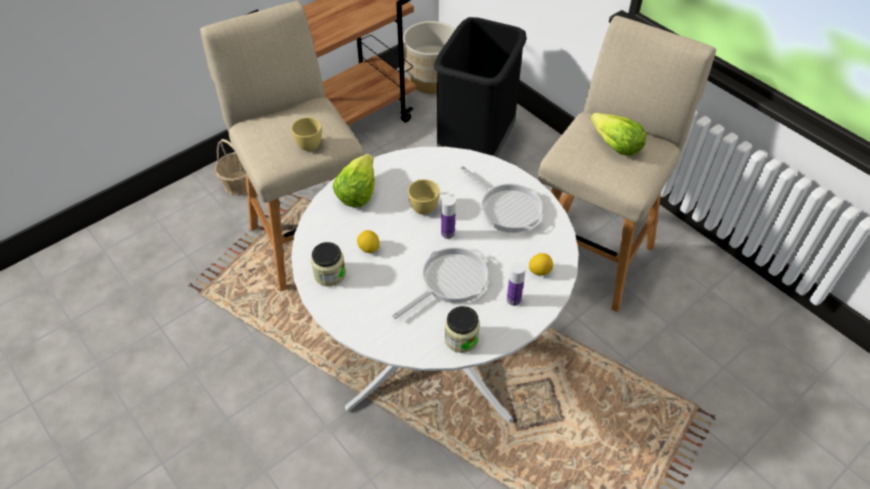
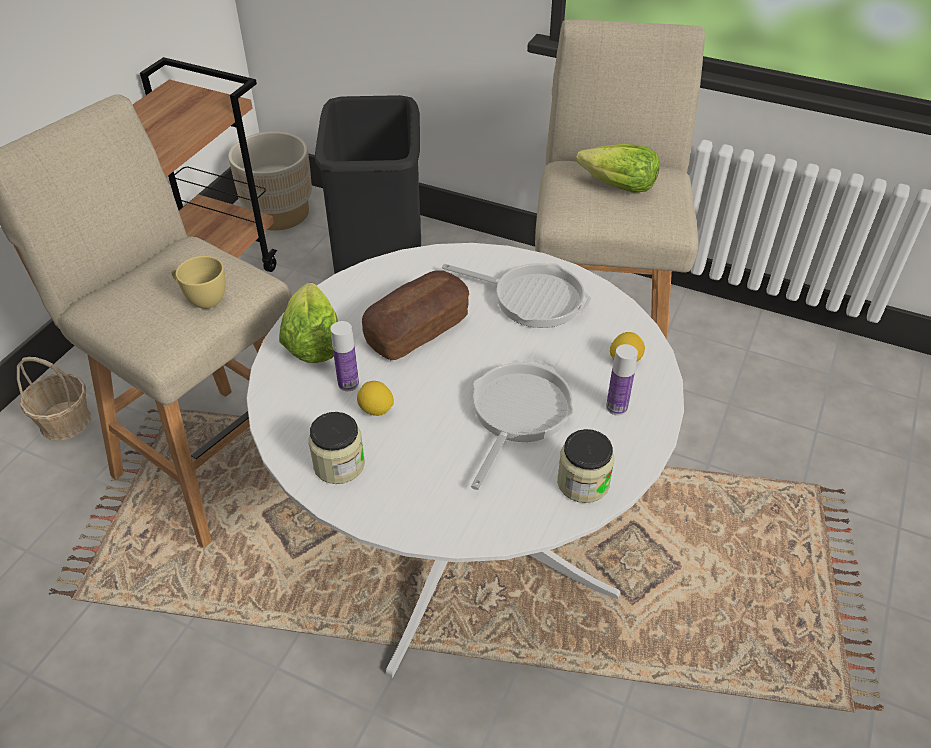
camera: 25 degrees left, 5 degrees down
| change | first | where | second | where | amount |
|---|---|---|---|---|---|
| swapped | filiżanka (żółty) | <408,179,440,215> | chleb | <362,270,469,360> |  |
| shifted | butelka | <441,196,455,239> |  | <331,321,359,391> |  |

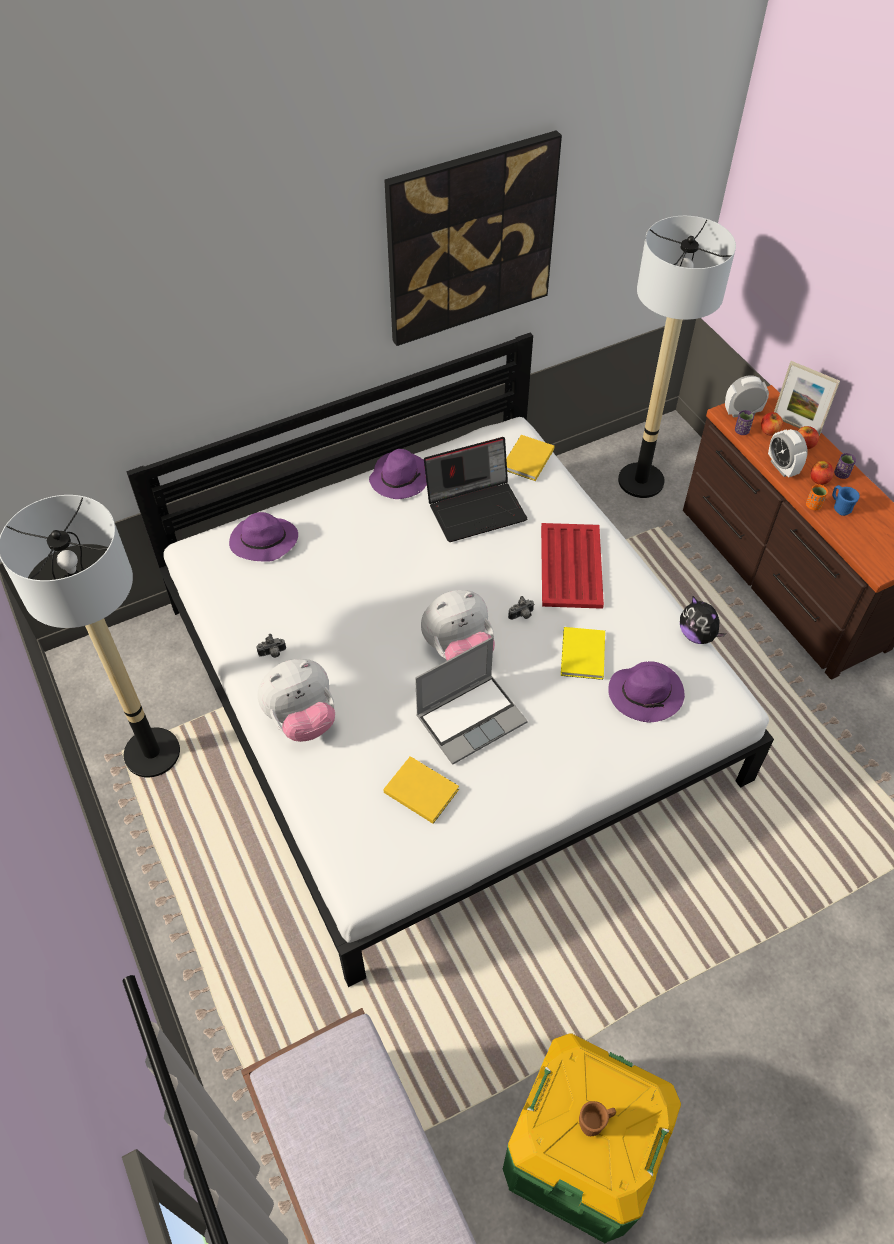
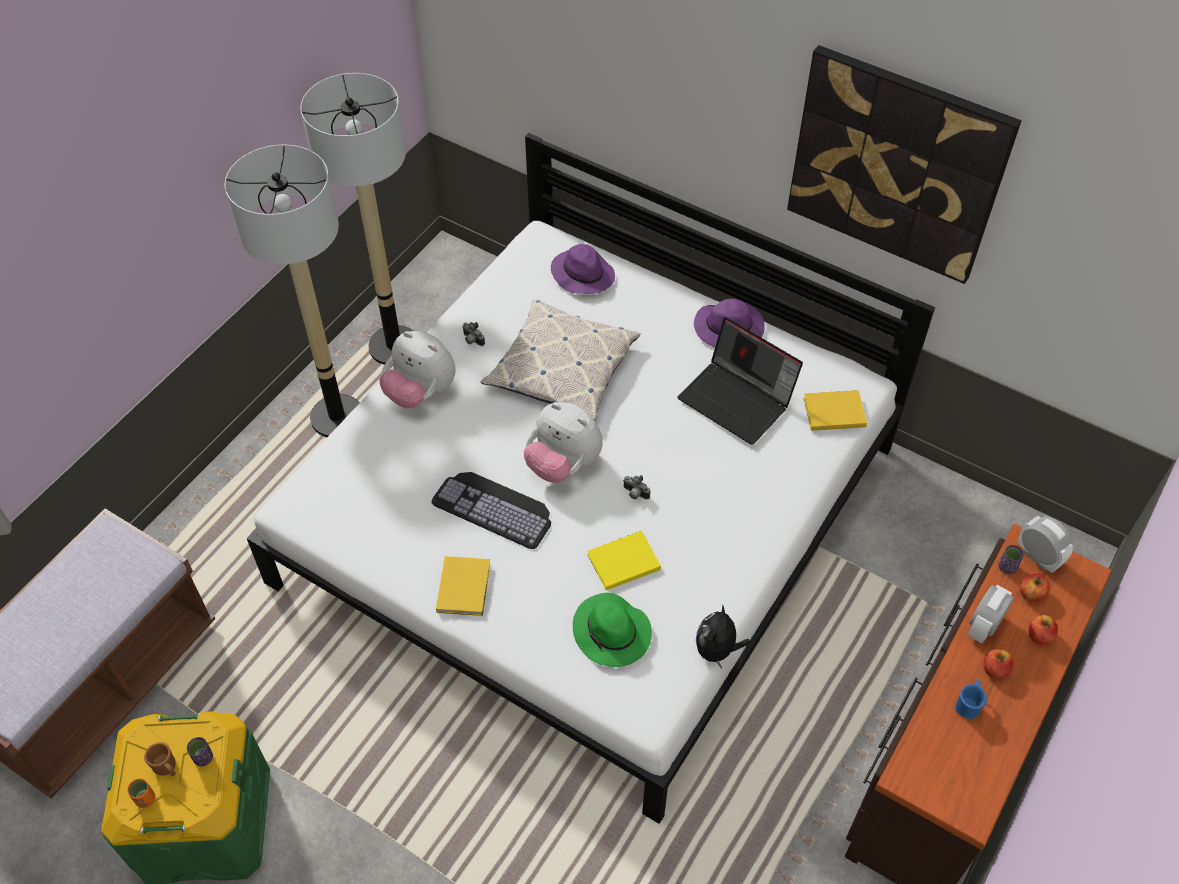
camera: 60 degrees right, 0 degrees up
| change | first | where | second | where | amount |
|---|---|---|---|---|---|
| shifted | lampa stojąca | <618,216,736,498> |  | <225,145,359,437> |  |
| gone | ramka na zdjęcie | <774,361,840,436> |  |  |  |
| shifted | filiżanka (fioletowy) | <834,453,856,479> |  | <187,737,213,766> |  |
| shifted | filiżanka (pomarańczowy) | <806,484,828,510> |  | <127,778,155,808> |  |
| gone | taca (czerwony) | <541,523,604,609> |  |  |  |
| swapped | laptop | <415,637,528,765> | klawiatura | <431,472,551,549> |  |
| repainted | kapelusz (fioletowy) | <608,661,685,722> | kapelusz (zielony) | <573,593,652,667> |  |
| shifted | książka (żółty) | <383,756,459,824> |  | <436,556,490,616> |  |
| new |  |  | poduszka | <481,299,641,421> |  |

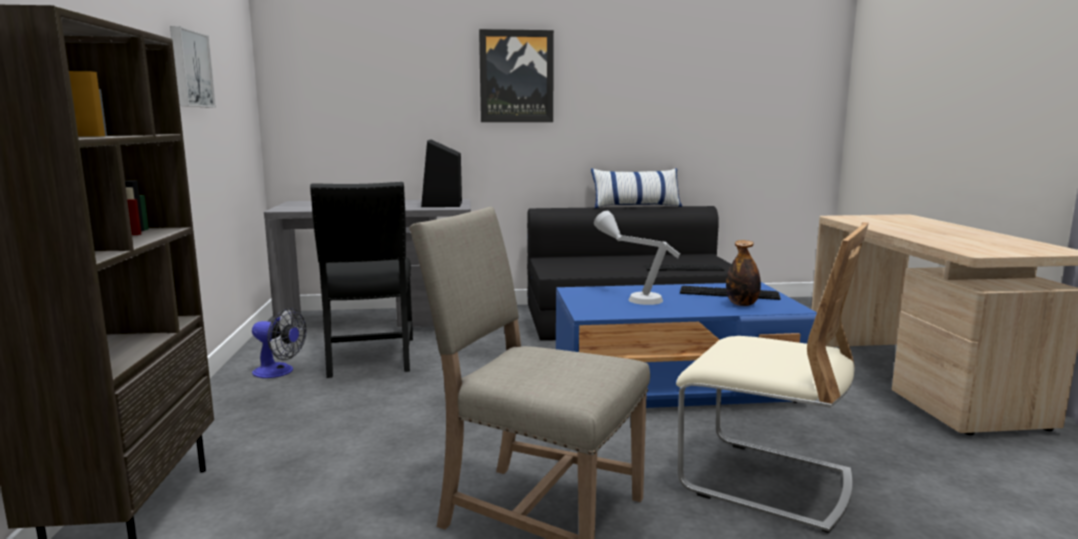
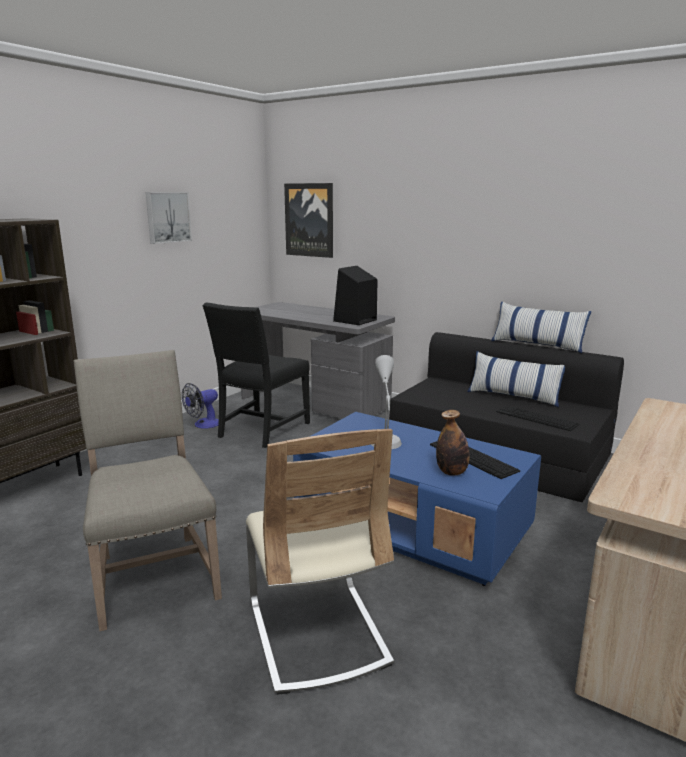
camera: 40 degrees right, 5 degrees up
| change | first | where | second | where | amount |
|---|---|---|---|---|---|
| shifted | obraz | <479,29,554,122> |  | <284,183,333,258> |  |
| rotated | wentylator | <252,308,306,378> |  | <182,383,219,429> | 75 degrees clockwise |
| new |  |  | poduszka | <467,351,565,407> |  |

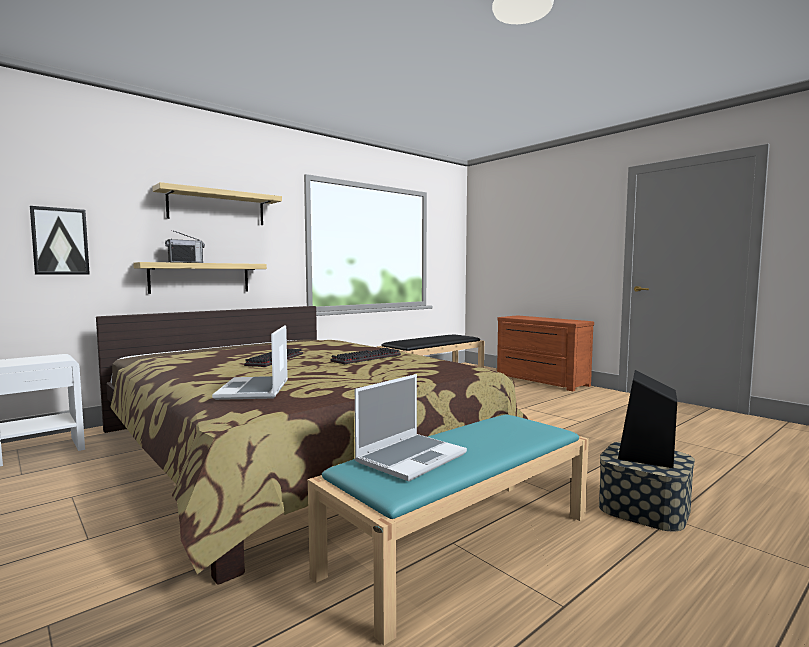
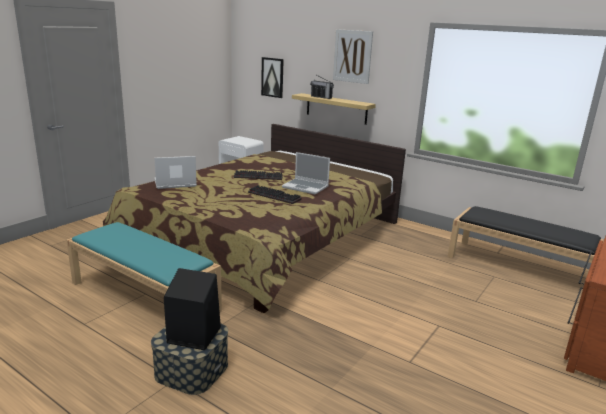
camera: 75 degrees right, 15 degrees up
| change | first | where | second | where | amount |
|---|---|---|---|---|---|
| swapped | półka | <152,182,282,225> | obraz | <333,29,373,84> |  |
| shifted | laptop | <355,374,467,481> |  | <282,152,330,194> |  |

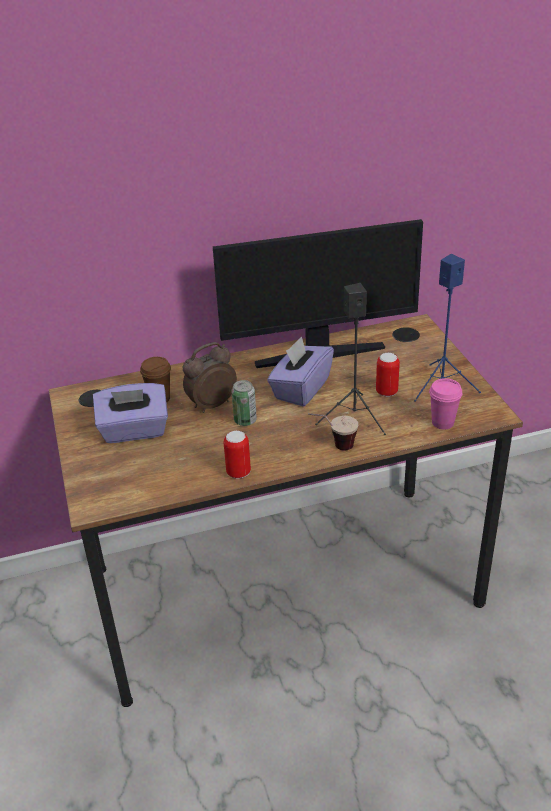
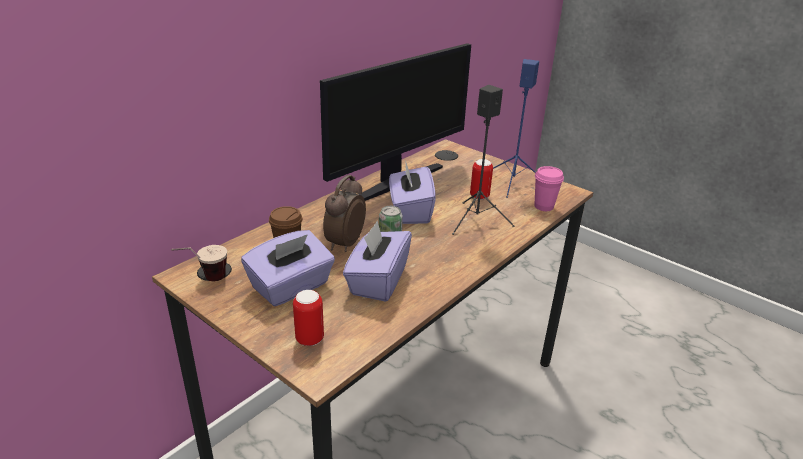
camera: 35 degrees left, 5 degrees down
| change | first | where | second | where | amount |
|---|---|---|---|---|---|
| shifted | filiżanka | <308,413,358,450> |  | <171,245,227,281> |  |
| shifted | puszka | <224,431,251,479> |  | <293,290,324,346> |  |
| new |  |  | pudełko chusteczek (fioletowy) | <343,221,412,302> |  |

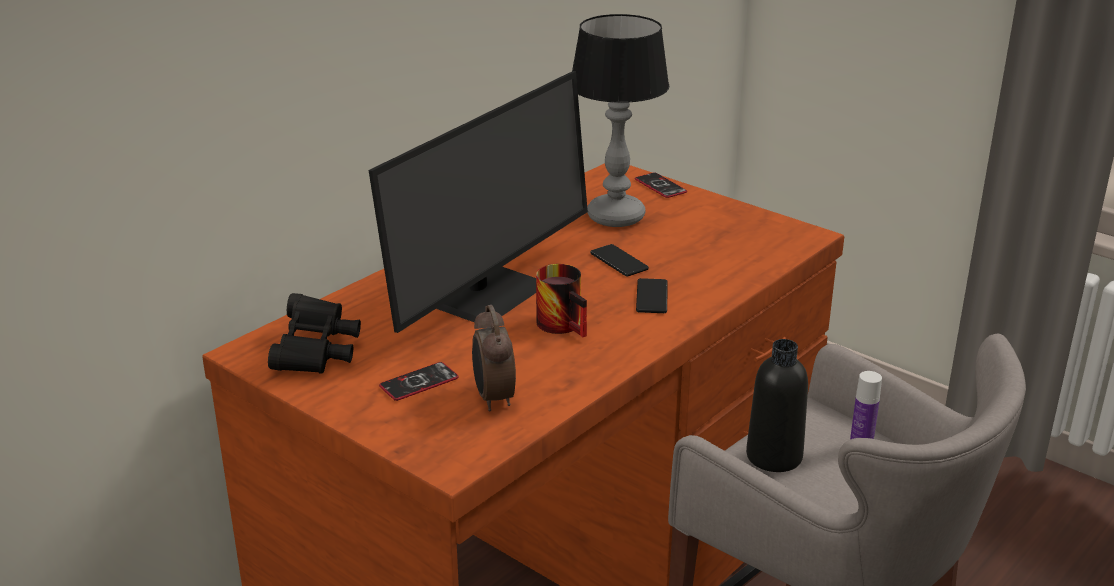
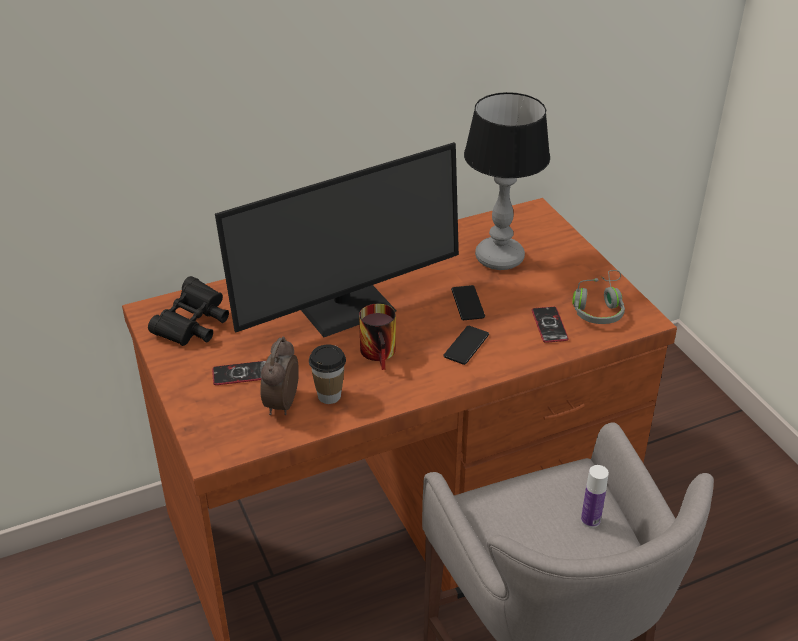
camera: 25 degrees right, 10 degrees up
| change | first | where | second | where | amount |
|---|---|---|---|---|---|
| shifted | telefon | <635,172,687,198> |  | <532,307,569,343> |  |
| gone | butelka (czarny) | <746,339,808,472> |  |  |  |
| new |  |  | słuchawki (szary) | <572,270,625,324> |  |
| new |  |  | filiżanka | <309,345,346,404> |  |

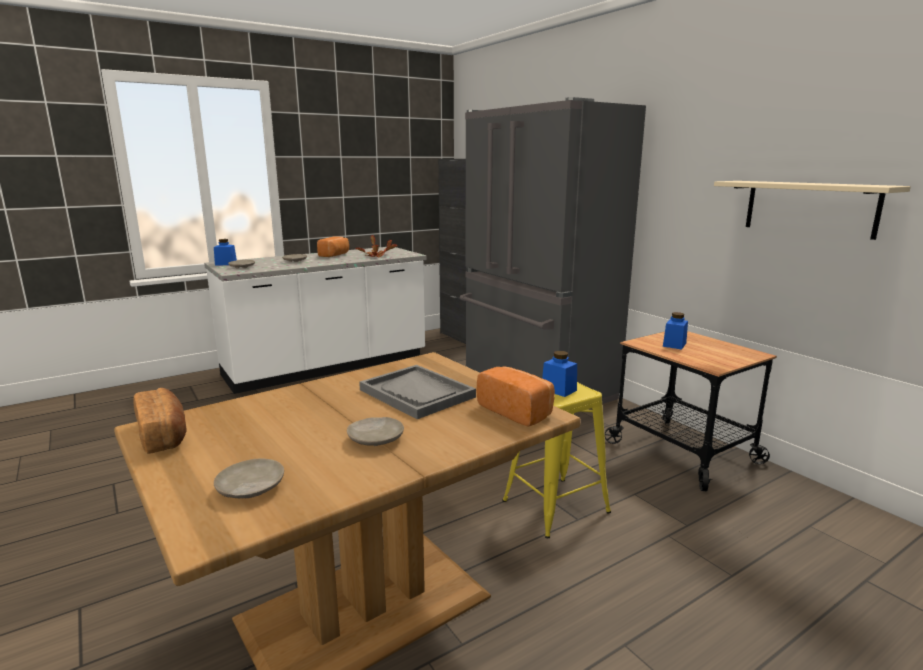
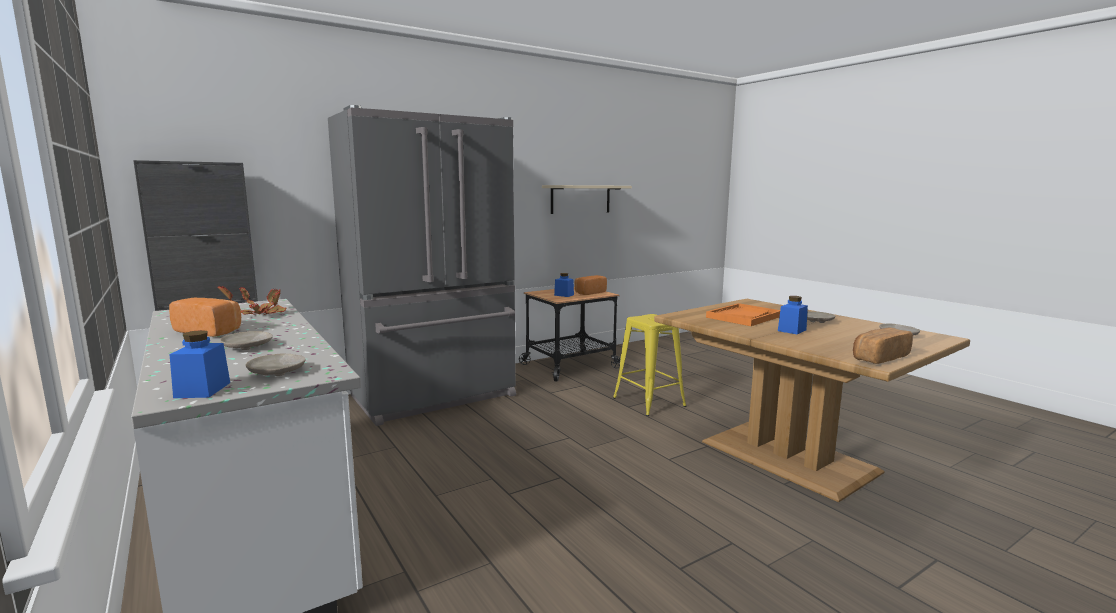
camera: 90 degrees left, 5 degrees down
| change | first | where | second | where | amount |
|---|---|---|---|---|---|
| shifted | słoik (niebieski) | <542,351,577,397> |  | <778,296,808,334> |  |
| repainted | taca (szary) | <359,365,476,419> | taca (pomarańczowy) | <706,303,780,326> |  |
| shifted | chleb | <476,366,555,427> |  | <574,275,607,295> |  |

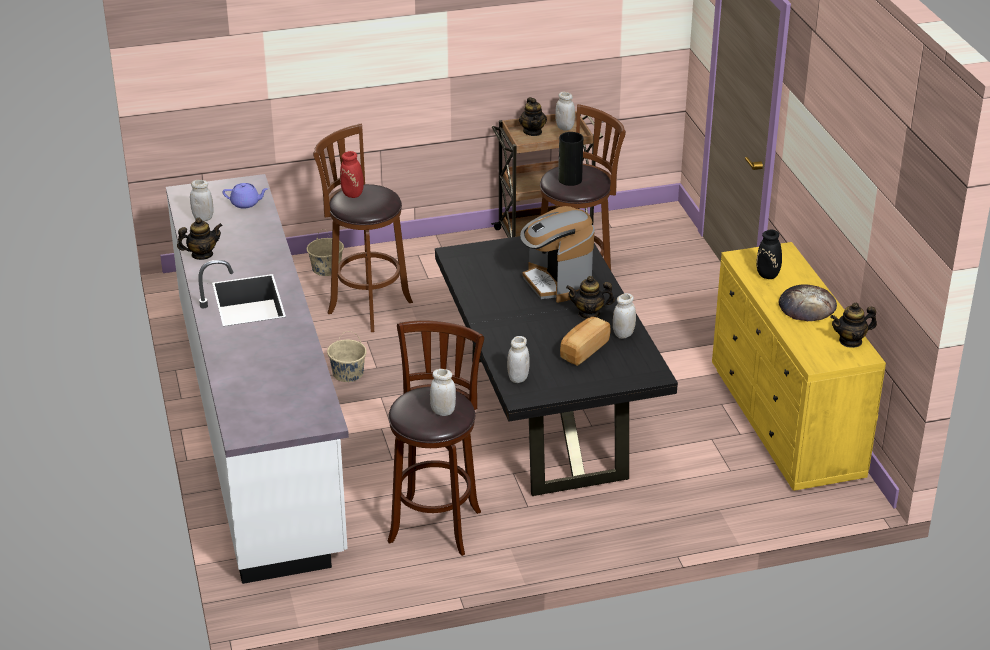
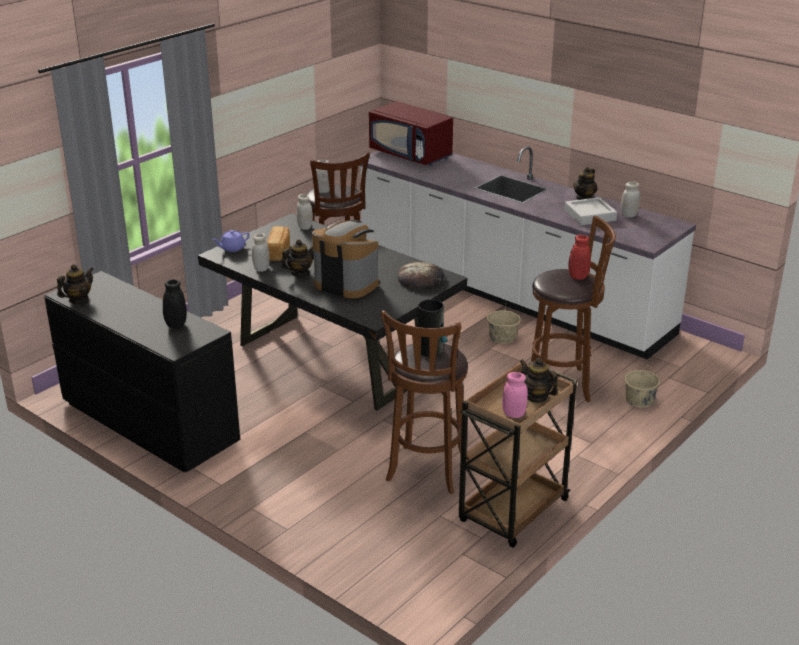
camera: 145 degrees right, 5 degrees down
| change | first | where | second | where | amount |
|---|---|---|---|---|---|
| repainted | słoik (biały) | <555,92,575,131> | słoik (różowy) | <502,372,528,418> |  |
| shifted | imbryk (fioletowy) | <223,183,268,209> |  | <212,230,249,252> |  |
| repainted | komoda (żółty) | <712,242,886,491> | komoda (czarny) | <44,271,240,472> |  |
| shifted | chleb | <779,284,837,321> |  | <398,262,445,288> |  |
| new |  |  | mikrofalówka (czerwony) | <369,101,453,166> |  |
| new |  |  | taca (szary) | <564,197,617,225> |  |

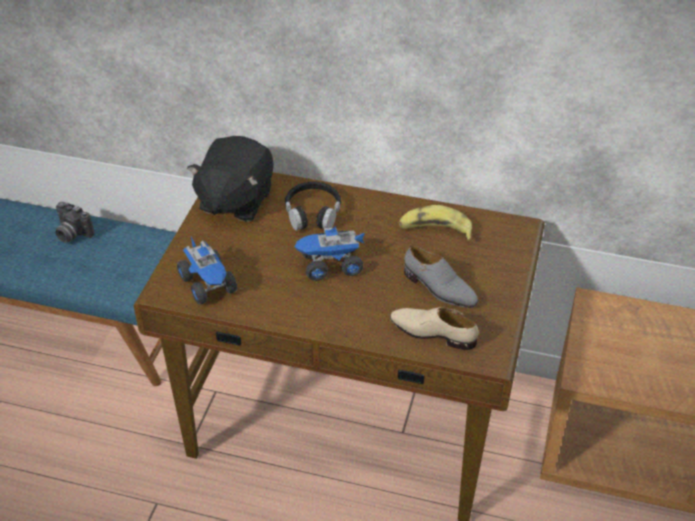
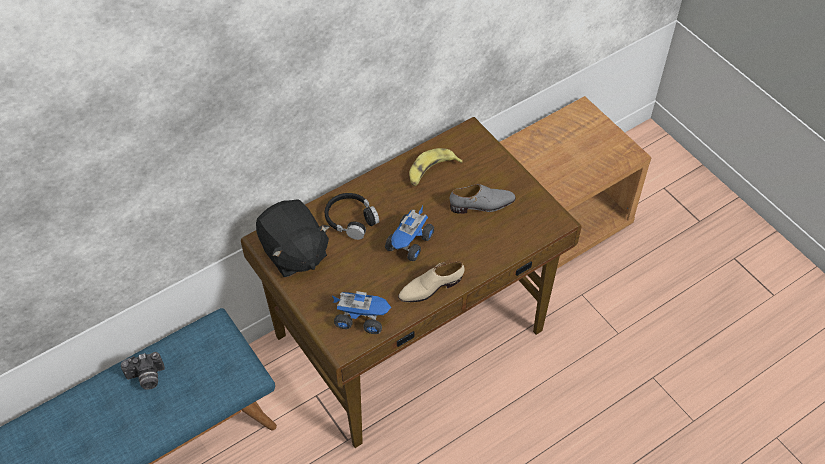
camera: 50 degrees left, 10 degrees up
| change | first | where | second | where | amount |
|---|---|---|---|---|---|
| shifted | but (beżowy) | <390,307,479,350> |  | <398,262,464,302> |  |

